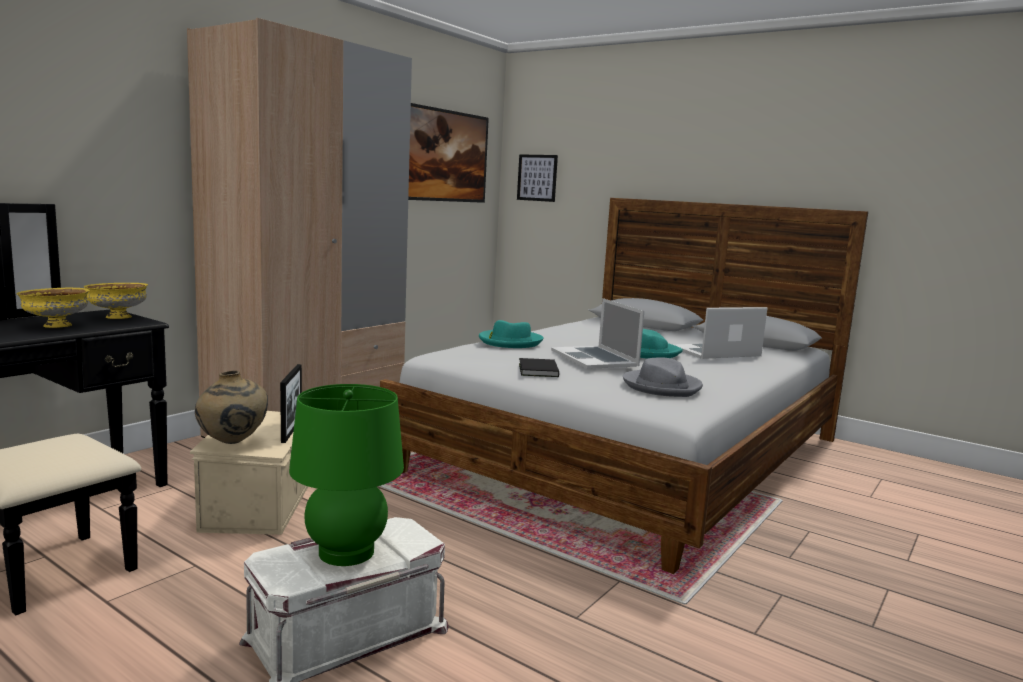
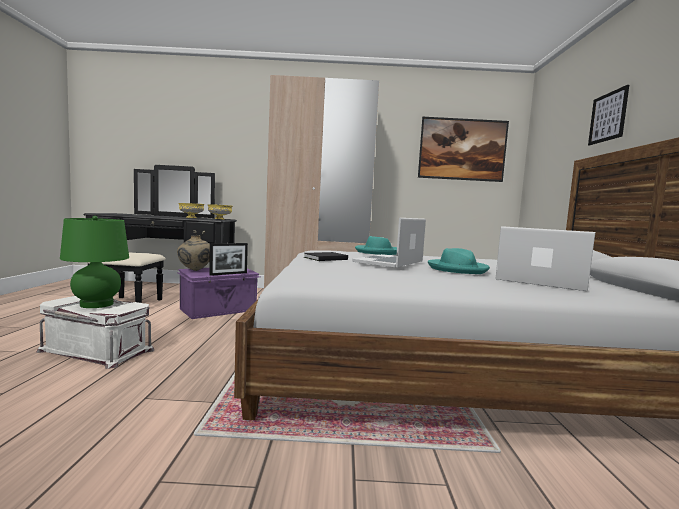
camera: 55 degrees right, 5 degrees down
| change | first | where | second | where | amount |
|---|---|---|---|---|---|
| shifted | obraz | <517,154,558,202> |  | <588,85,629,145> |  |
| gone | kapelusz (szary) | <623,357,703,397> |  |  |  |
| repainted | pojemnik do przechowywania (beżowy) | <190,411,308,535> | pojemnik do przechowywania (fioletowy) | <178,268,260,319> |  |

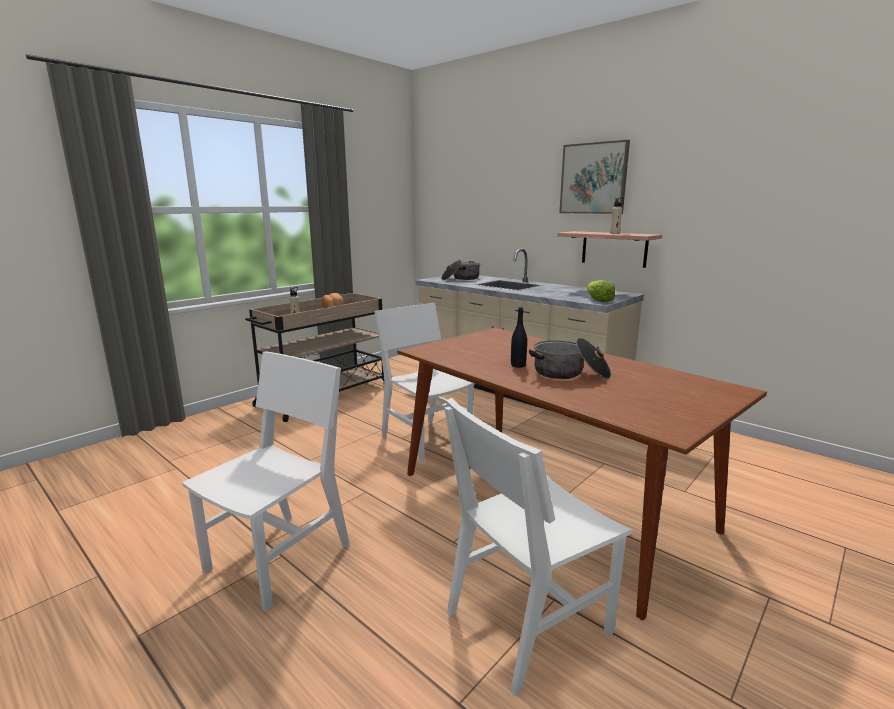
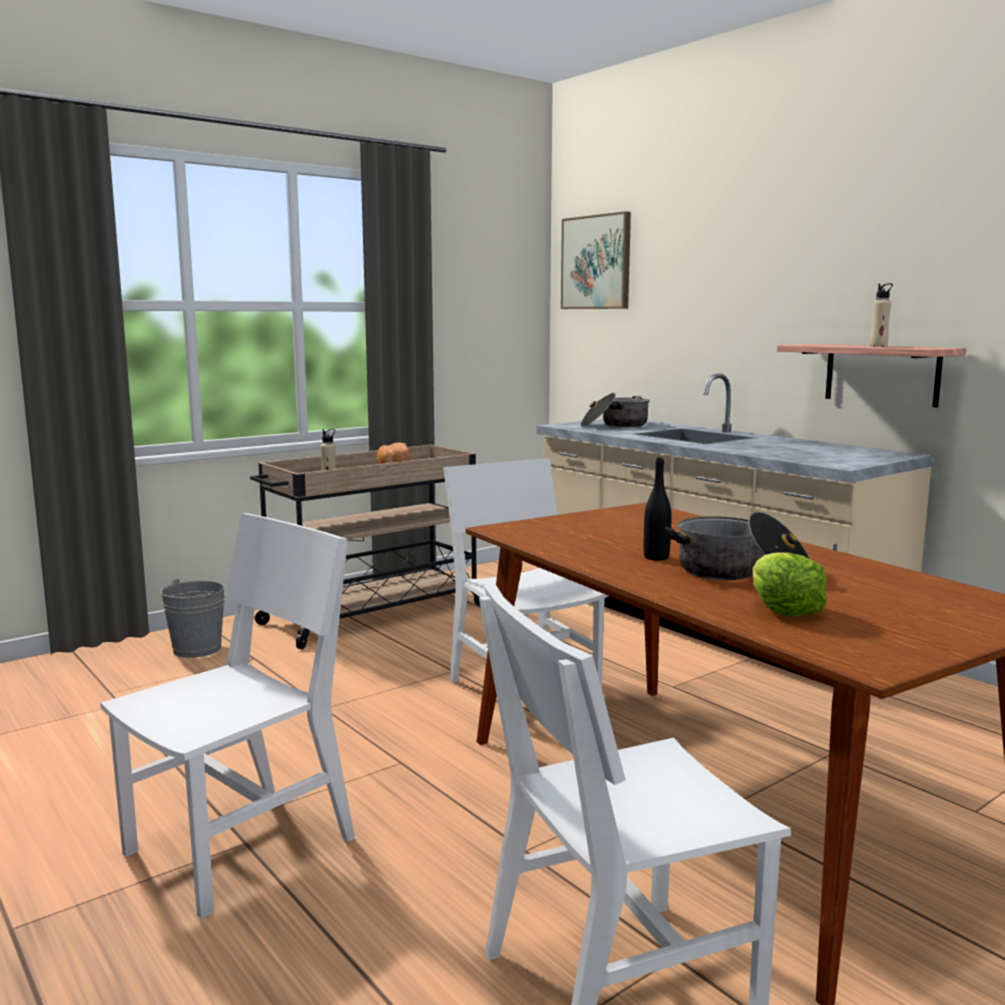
camera: 10 degrees right, 5 degrees down
| change | first | where | second | where | amount |
|---|---|---|---|---|---|
| shifted | obraz | <559,140,630,214> |  | <561,211,631,309> |  |
| shifted | sałata | <587,280,615,302> |  | <753,552,828,616> |  |
| new |  |  | wiadro (szary) | <160,579,225,658> |  |

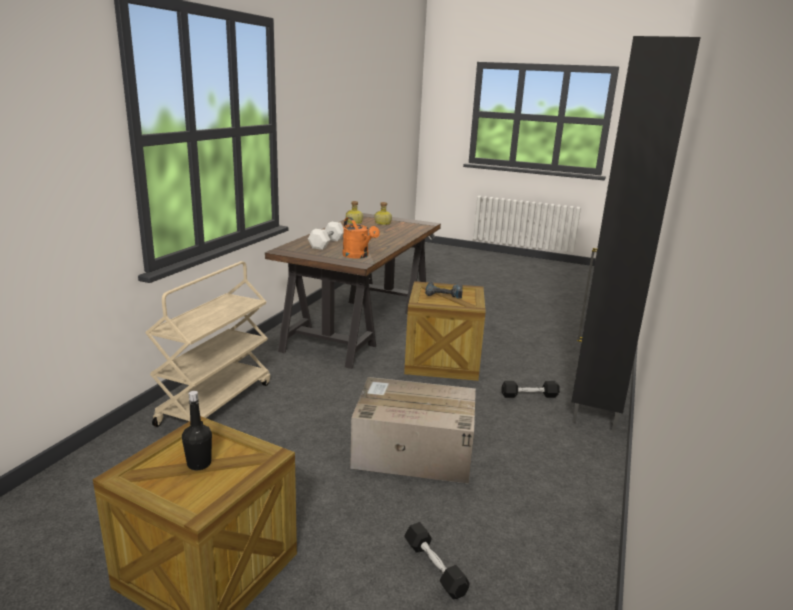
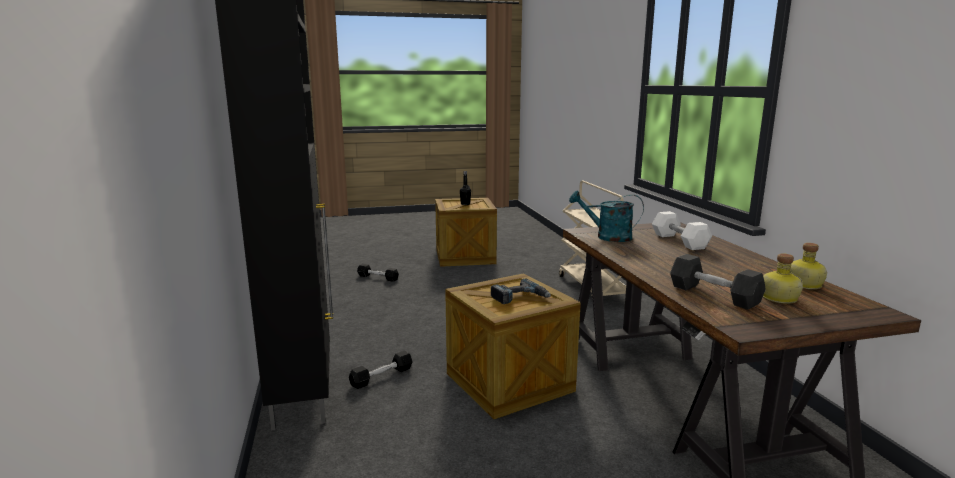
camera: 145 degrees right, 5 degrees down
| change | first | where | second | where | amount |
|---|---|---|---|---|---|
| repainted | konewka (pomarańczowy) | <342,217,380,259> | konewka (turkusowy) | <569,191,644,242> |  |
| gone | karton | <350,377,476,484> |  |  |  |
| new |  |  | hantel (szary) | <670,254,766,309> |  |

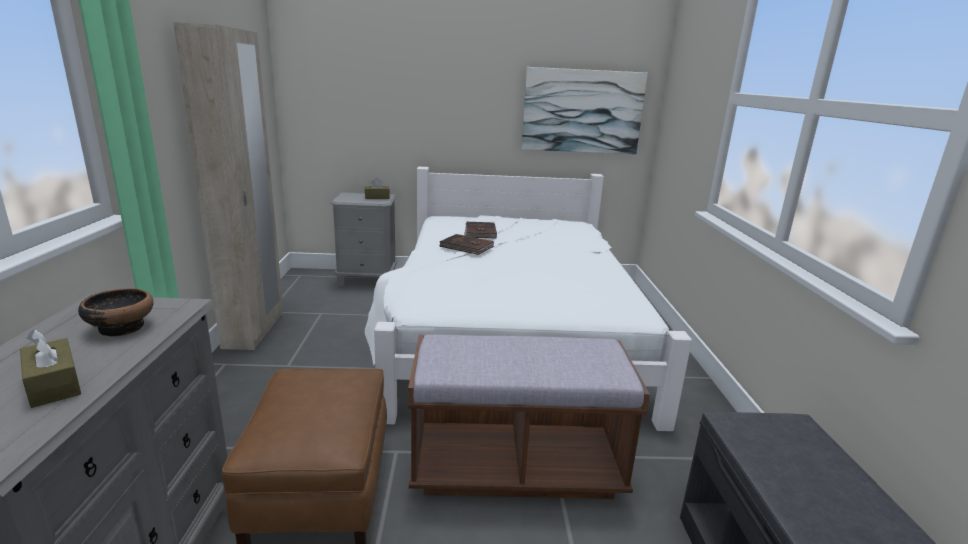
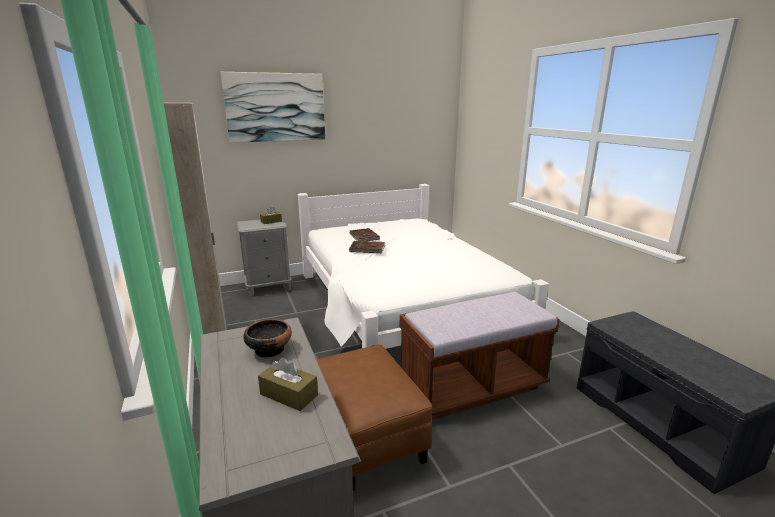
camera: 20 degrees left, 0 degrees up
| change | first | where | second | where | amount |
|---|---|---|---|---|---|
| shifted | obraz | <521,67,648,154> |  | <221,72,325,143> |  |

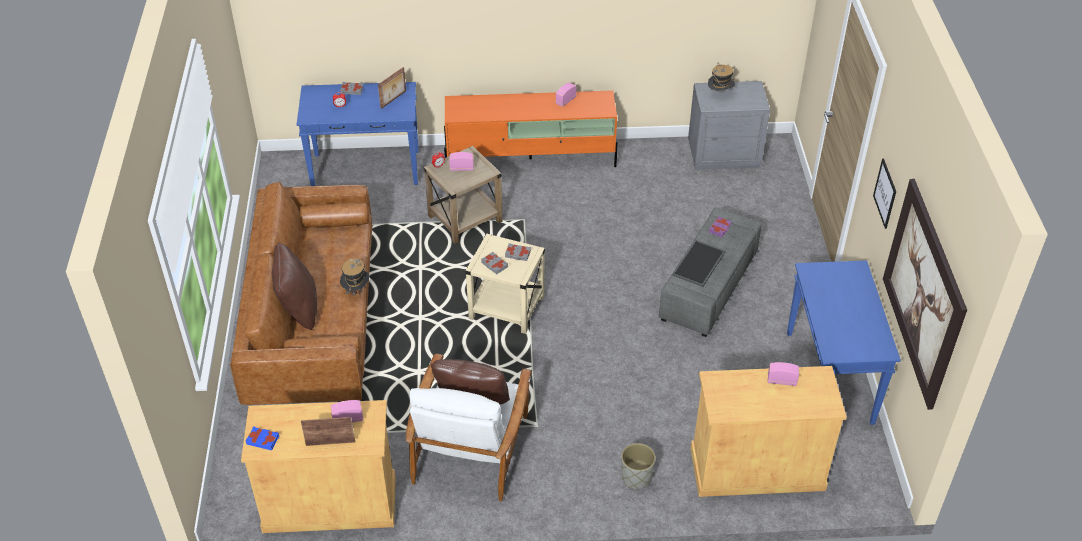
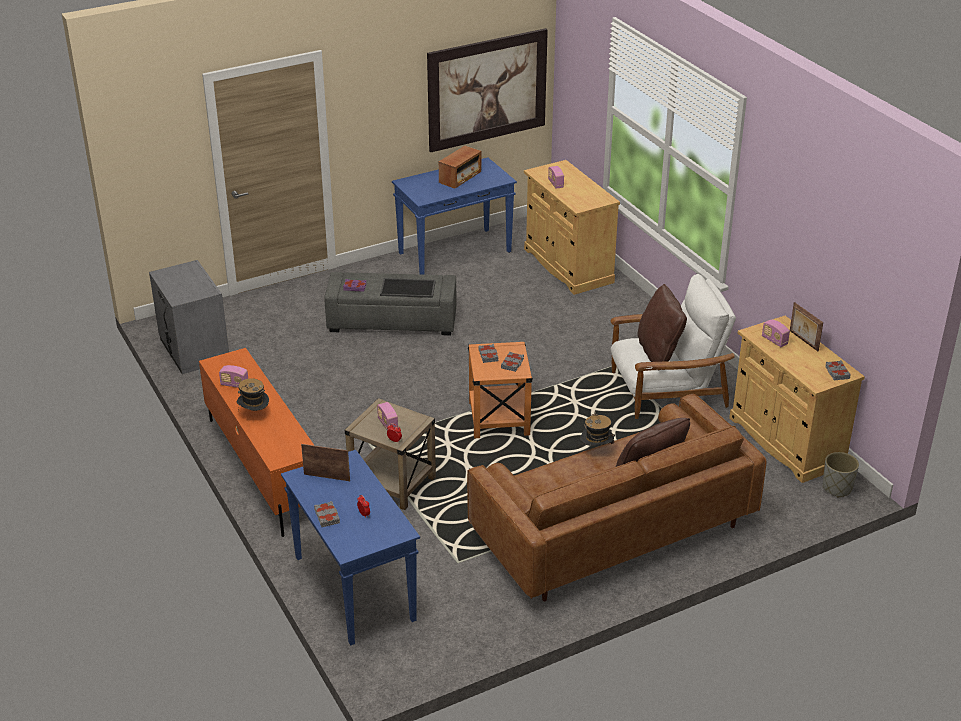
camera: 115 degrees left, 10 degrees down
| change | first | where | second | where | amount |
|---|---|---|---|---|---|
| shifted | kapelusz | <708,62,735,91> |  | <236,378,269,411> |  |
| gone | obraz | <873,159,896,229> |  |  |  |
| repainted | stolik (beżowy) | <465,234,545,334> | stolik (pomarańczowy) | <468,342,533,438> |  |
| repainted | książka (niebieski) | <245,426,279,450> | książka (szary) | <825,360,851,380> |  |
| shifted | donica (szary) | <621,443,656,489> |  | <823,452,859,497> |  |
| new |  |  | radio | <439,146,481,189> |  |

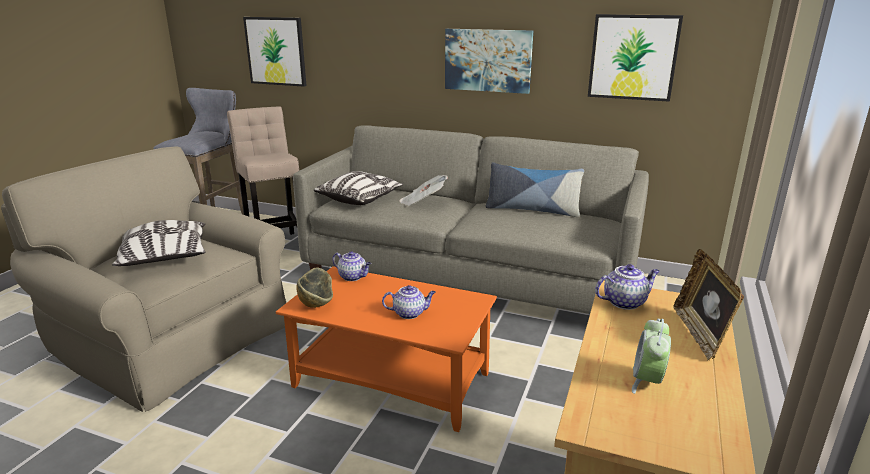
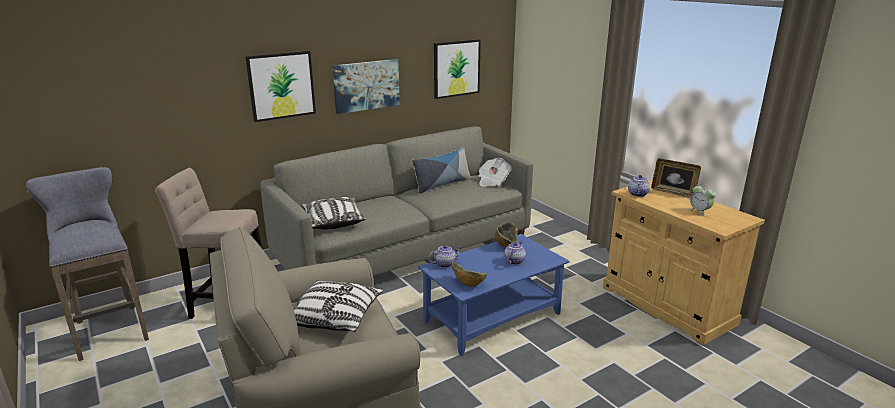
camera: 55 degrees left, 0 degrees up
| change | first | where | second | where | amount |
|---|---|---|---|---|---|
| shifted | obraz | <243,17,307,87> |  | <245,51,316,122> |  |
| shifted | gazeta | <400,175,448,206> |  | <478,158,512,186> |  |
| repainted | ława (pomarańczowy) | <276,266,497,432> | ława (niebieski) | <418,234,569,356> |  |
| new |  |  | miska | <495,221,518,247> |  |

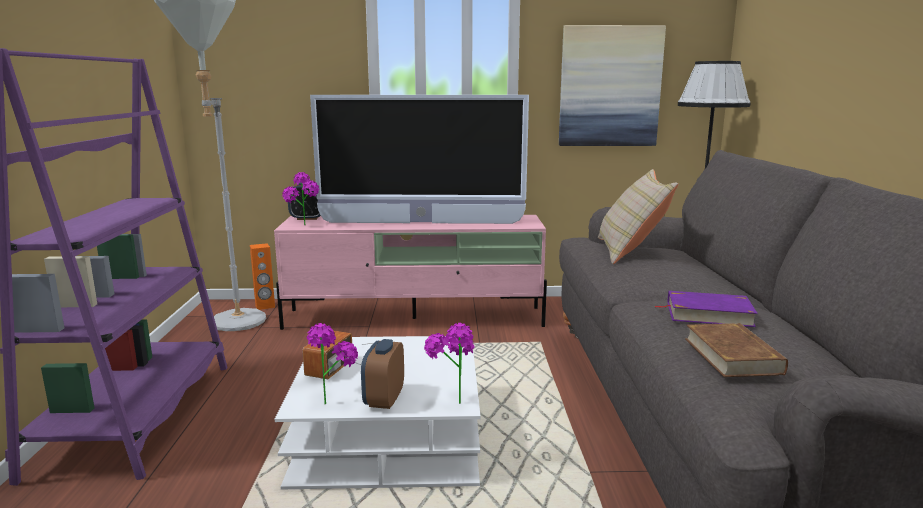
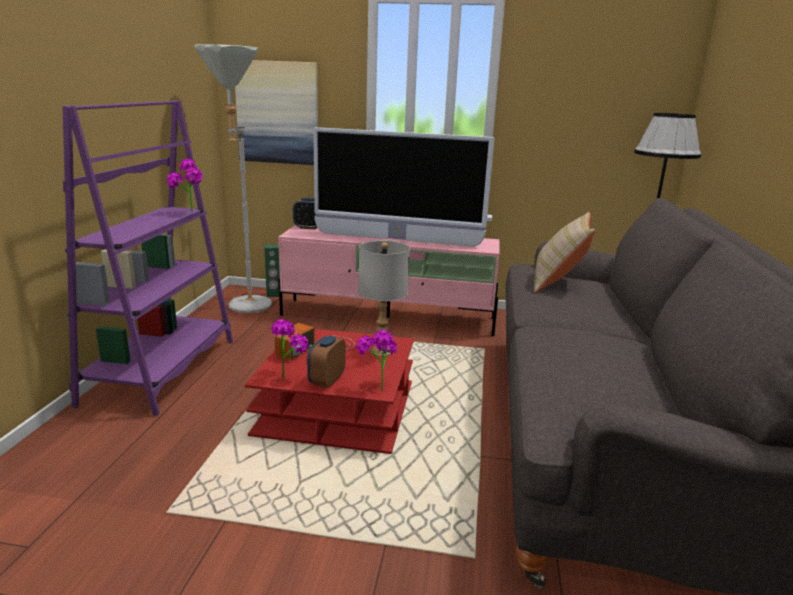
camera: 10 degrees right, 5 degrees up
| change | first | where | second | where | amount |
|---|---|---|---|---|---|
| shifted | obraz | <559,25,666,146> |  | <235,60,318,165> |  |
| shifted | roślina doniczkowa | <282,172,319,225> |  | <167,159,203,212> |  |
| repainted | głośnik (pomarańczowy) | <250,243,275,310> | głośnik (zielony) | <264,244,280,297> |  |
| gone | książka (fioletowy) | <655,291,758,327> |  |  |  |
| gone | książka (brązowy) | <685,323,788,377> |  |  |  |
| repainted | ława (biały) | <275,336,481,489> | ława (czerwony) | <245,329,414,454> |  |
| new |  |  | lampa stołowa (szary) | <359,240,410,357> |  |

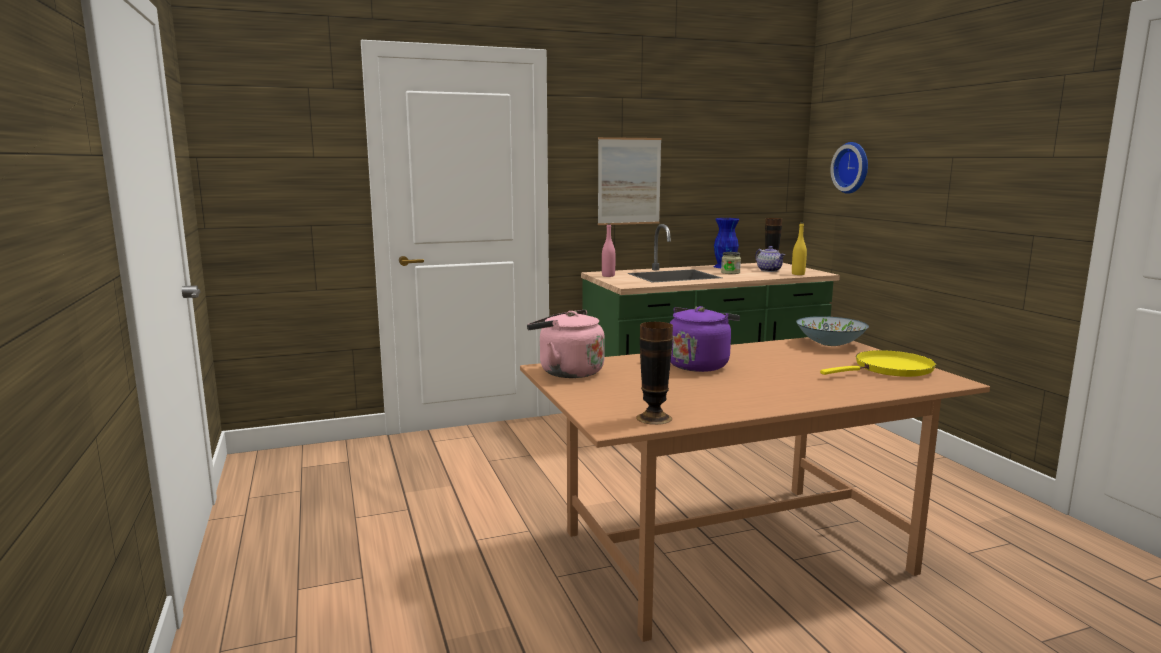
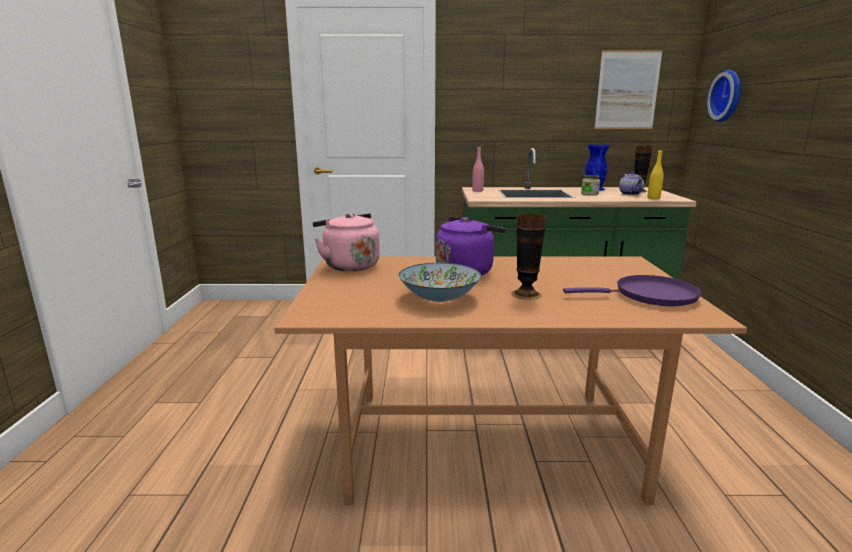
camera: 20 degrees right, 5 degrees up
| change | first | where | second | where | amount |
|---|---|---|---|---|---|
| shifted | obraz | <598,137,662,225> |  | <594,50,663,129> |  |
| shifted | miska | <796,316,869,346> |  | <399,263,481,302> |  |
| shifted | wazon | <636,322,673,425> |  | <511,213,546,300> |  |
| repainted | patelnia (żółty) | <820,350,936,377> | patelnia (fioletowy) | <563,275,701,306> |  |

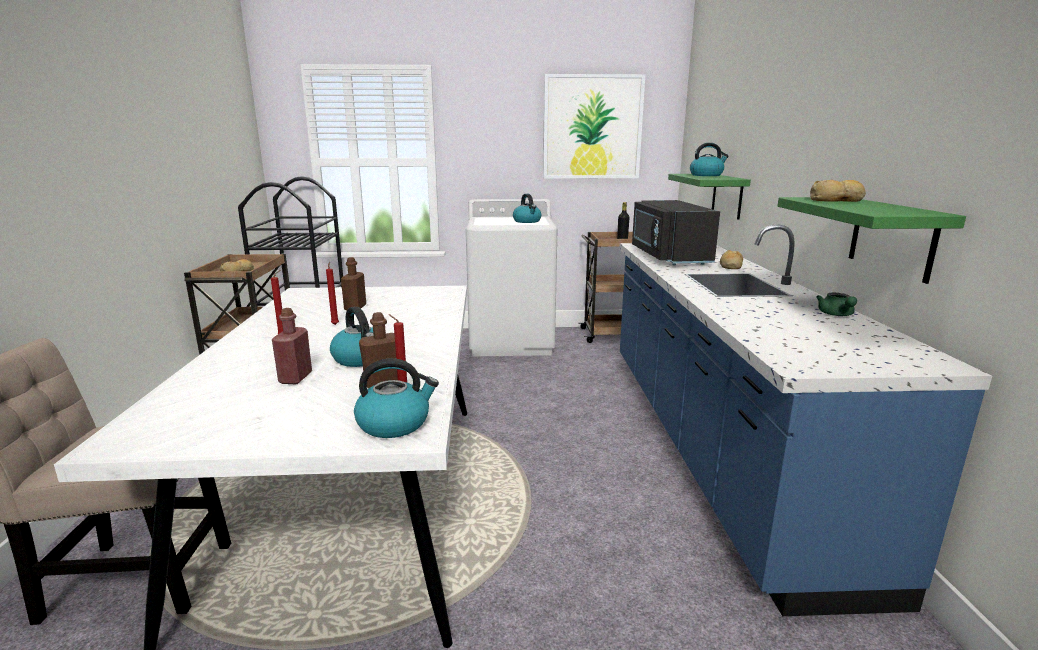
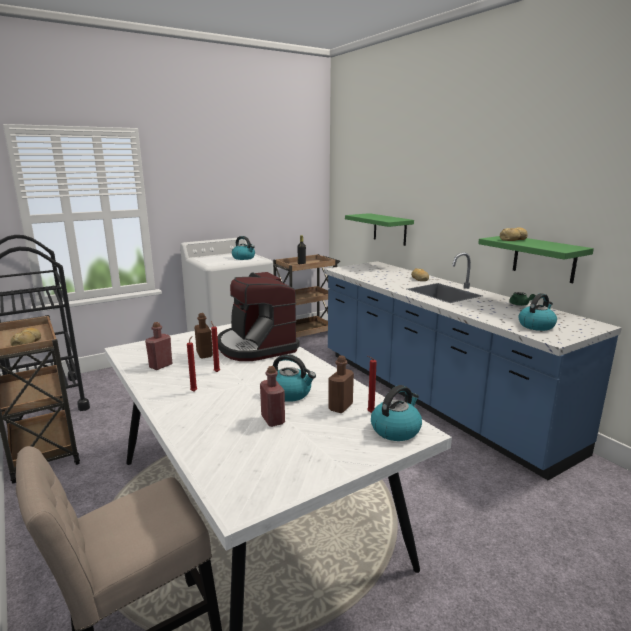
camera: 30 degrees left, 0 degrees up
| change | first | where | second | where | amount |
|---|---|---|---|---|---|
| gone | obraz | <543,74,646,179> |  |  |  |
| shifted | czajnik | <690,143,729,176> |  | <518,293,557,331> |  |
| gone | mikrofalówka (czarny) | <632,200,720,265> |  |  |  |
| new |  |  | ekspres do kawy | <217,272,300,361> |  |
| new |  |  | butelka (czerwony) | <145,322,172,370> |  |

